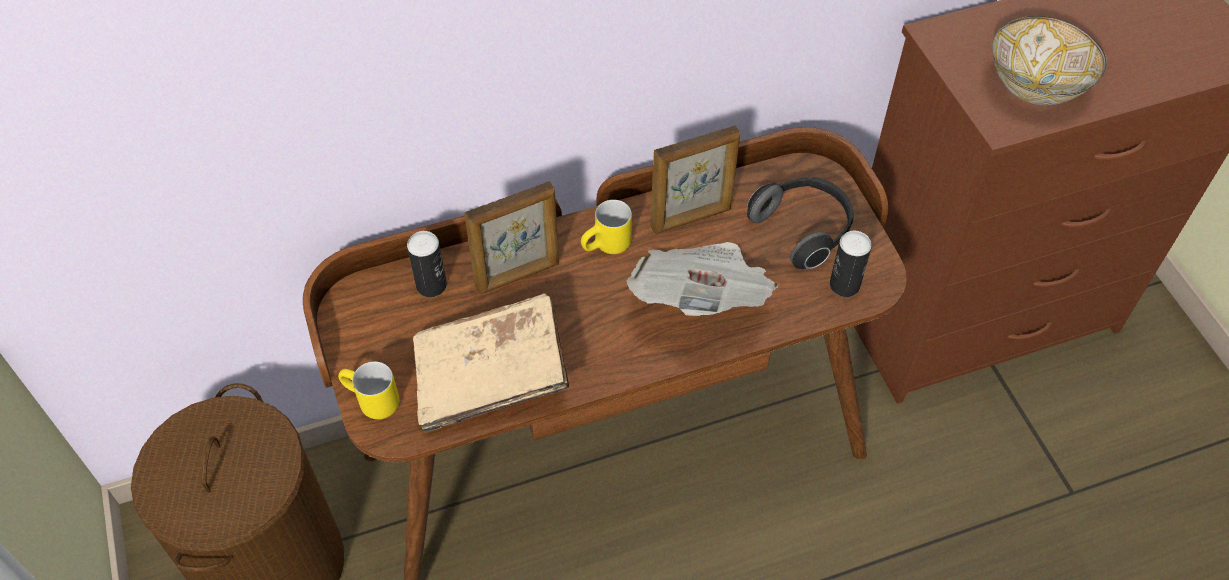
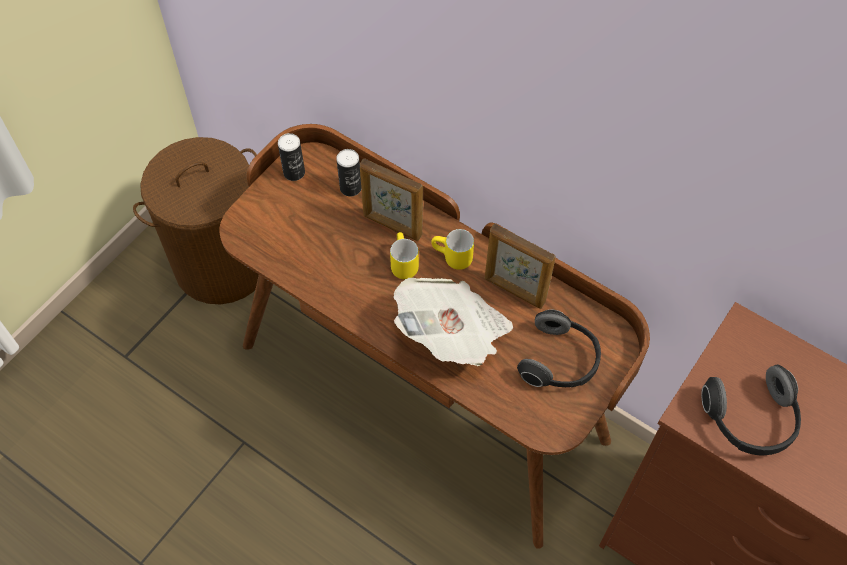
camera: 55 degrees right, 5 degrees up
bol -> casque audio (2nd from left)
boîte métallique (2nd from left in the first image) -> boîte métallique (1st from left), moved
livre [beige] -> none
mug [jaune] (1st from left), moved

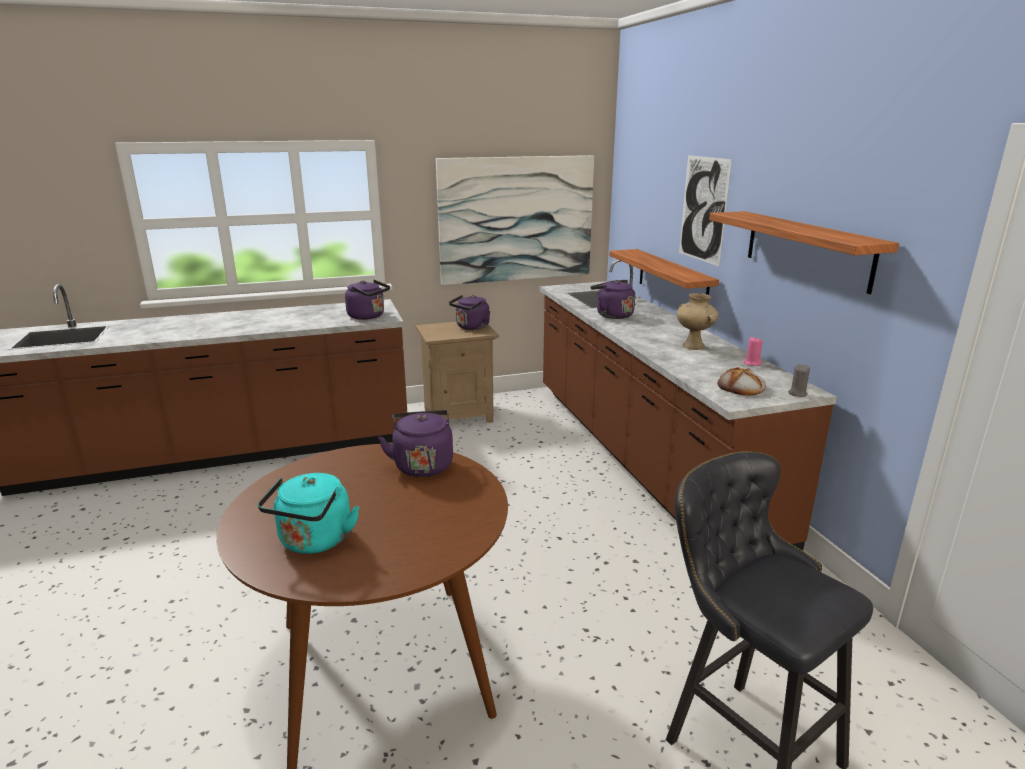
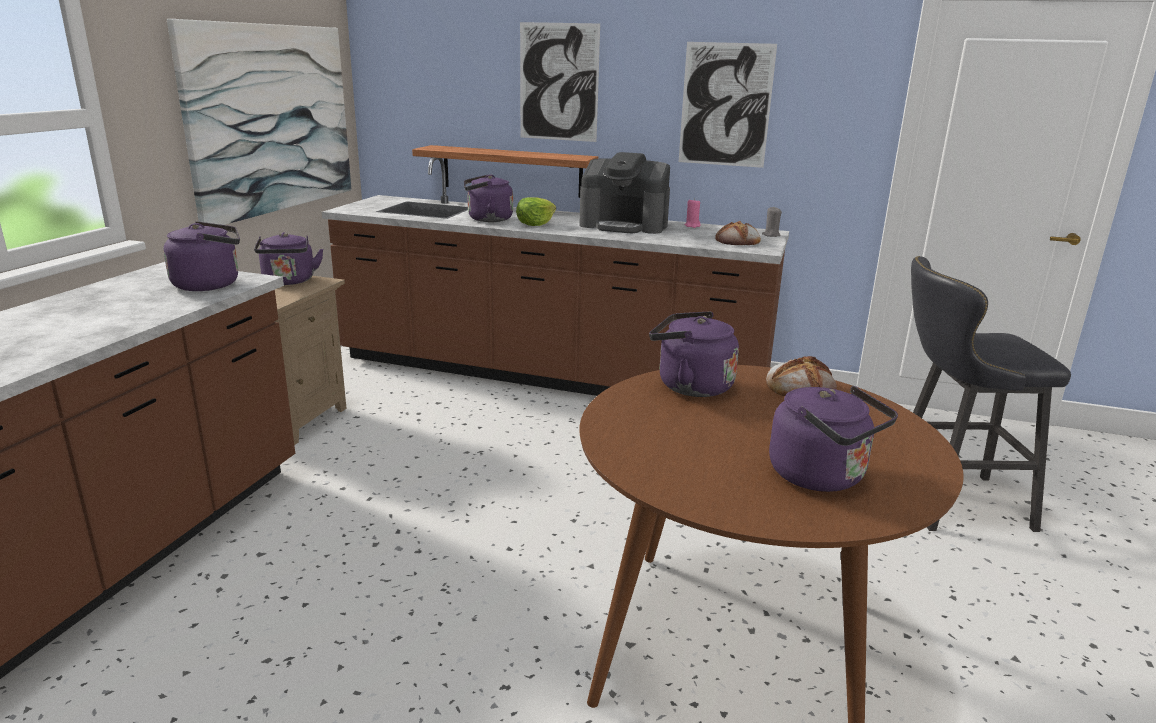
camera: 55 degrees left, 0 degrees up
étagère (2nd from left) -> tableau (3rd from left)
vase [beige] -> machine à café
bouilloire [turquoise] -> bouilloire [violet] (5th from left)
none -> laitue
none -> pain (2nd from left)

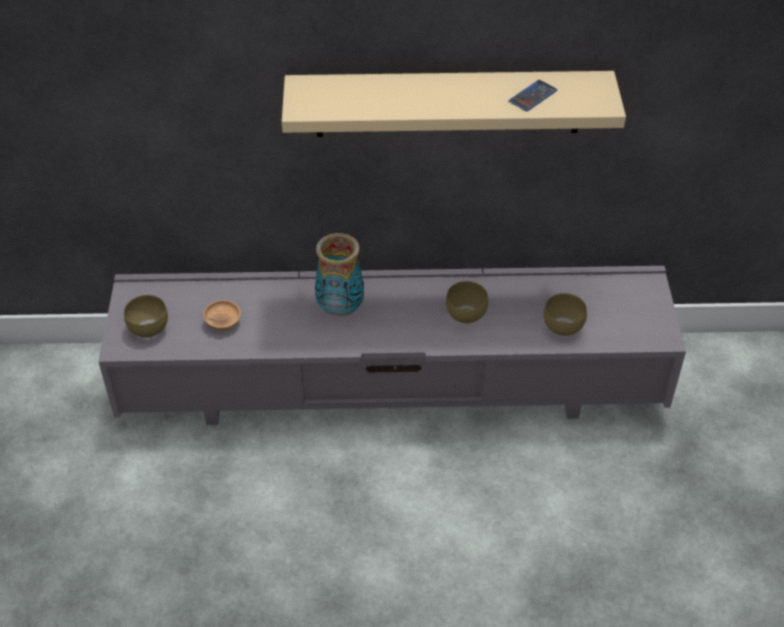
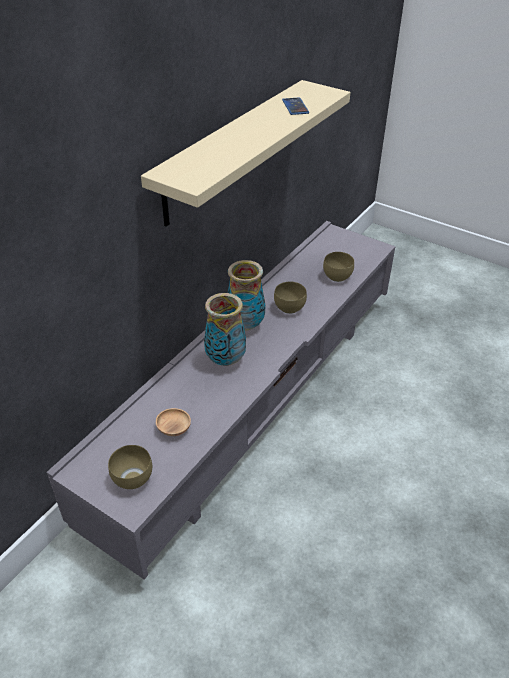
camera: 55 degrees left, 5 degrees down
none -> vase (2nd from left)

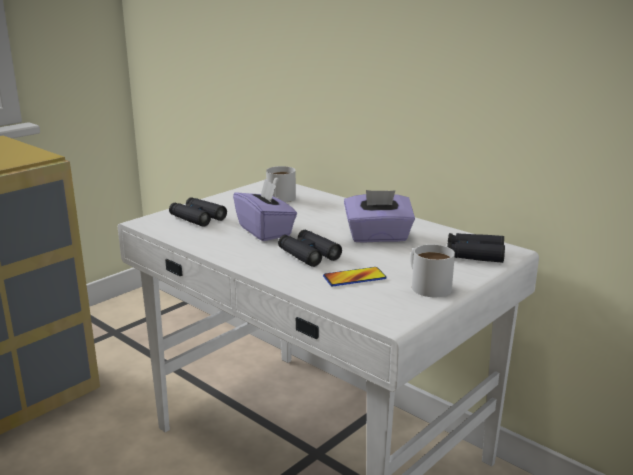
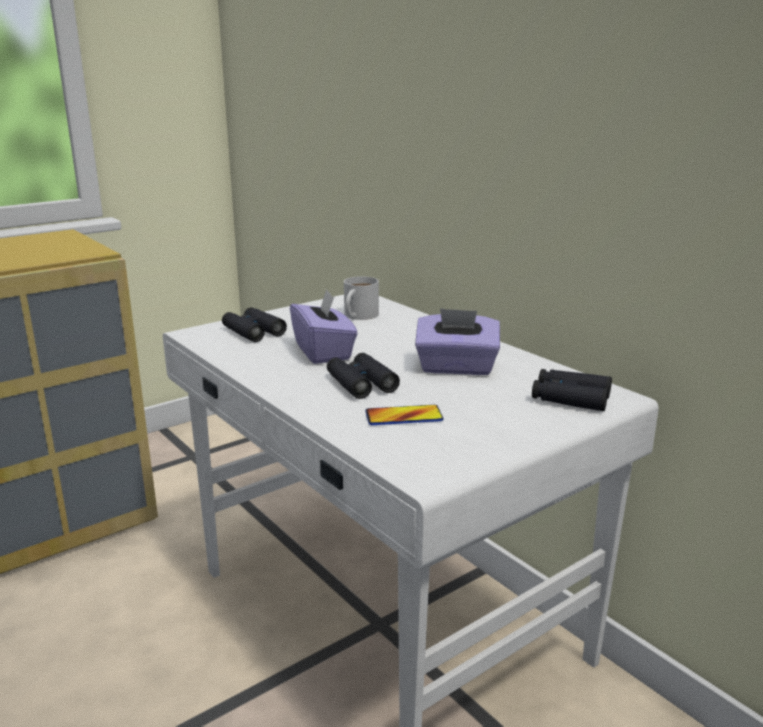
camera: 10 degrees right, 0 degrees up
mug [blanc] (2nd from left) -> none

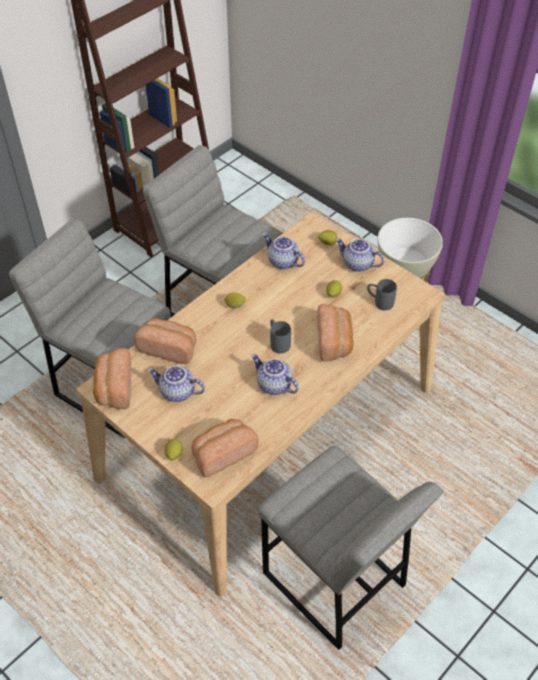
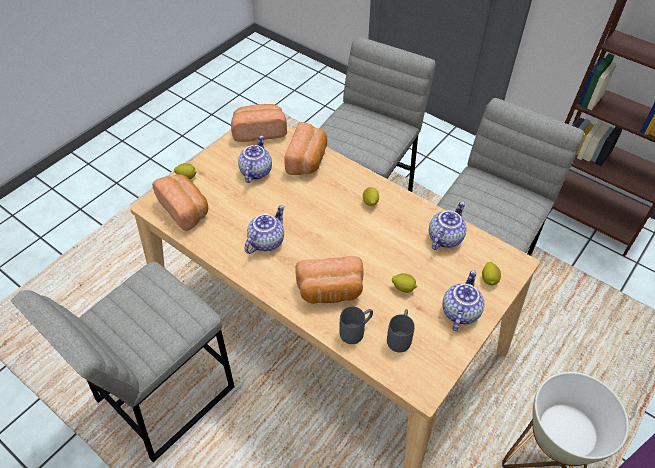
camera: 85 degrees right, 0 degrees up
mug [gris] (1st from left), moved

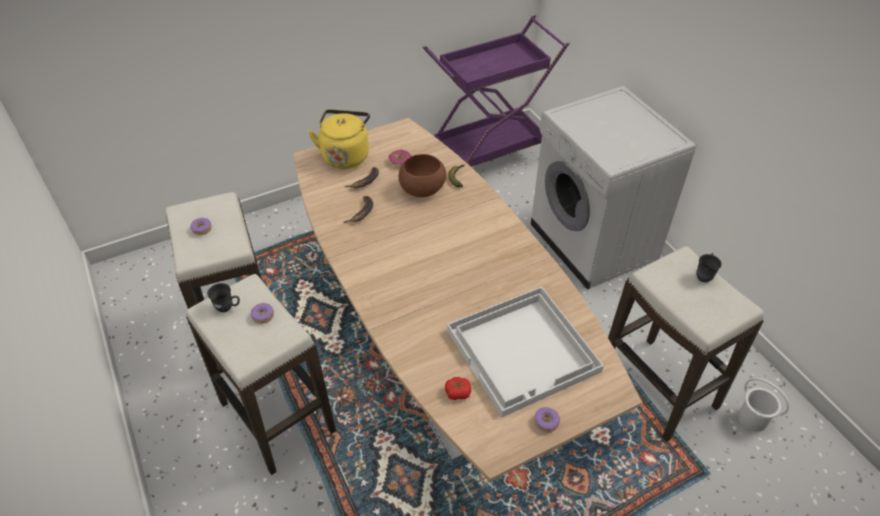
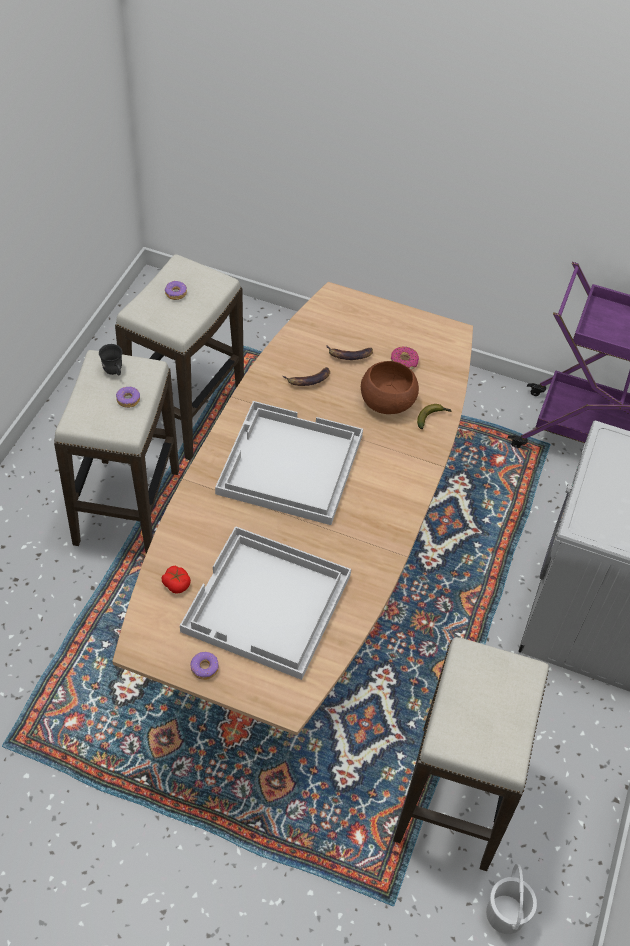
camera: 45 degrees right, 5 degrees up
bouilloire [jaune] -> none
mug [gris] (2nd from left) -> none
none -> plateau [blanc] (2nd from left)

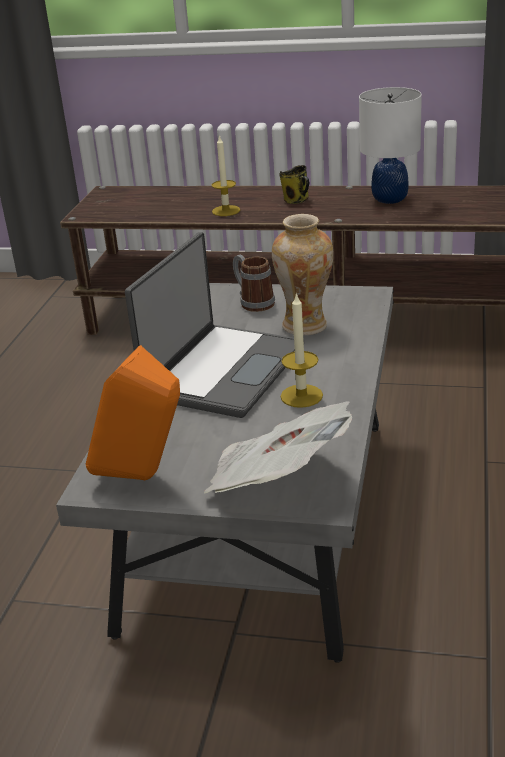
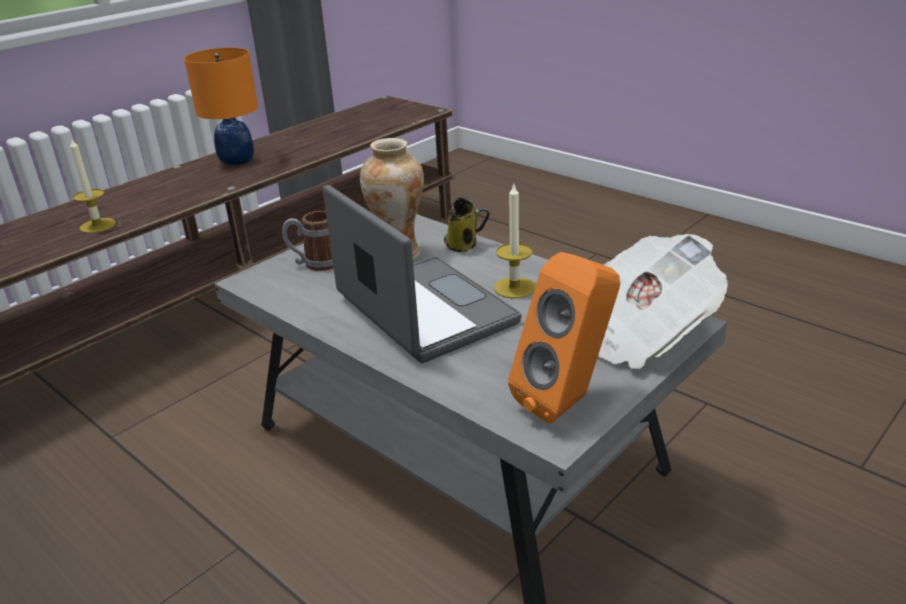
camera: 60 degrees left, 0 degrees up
lampe de table [blanc] -> lampe de table [orange]
mug (2nd from left), moved

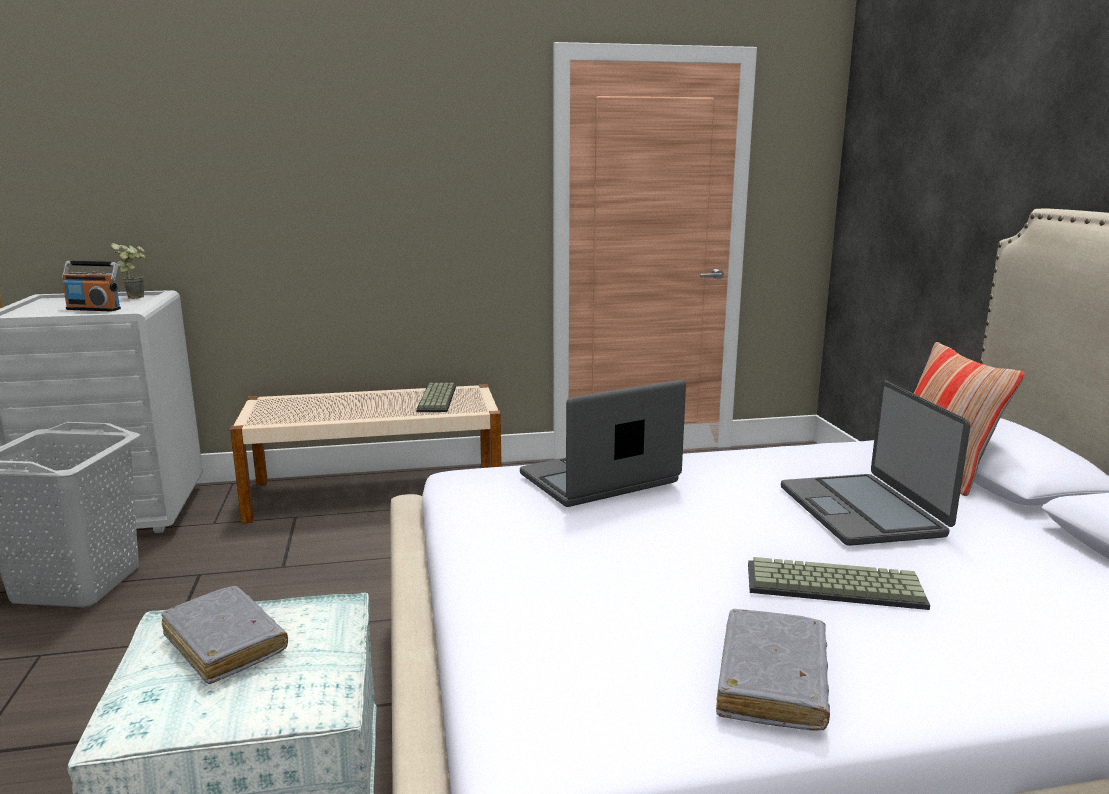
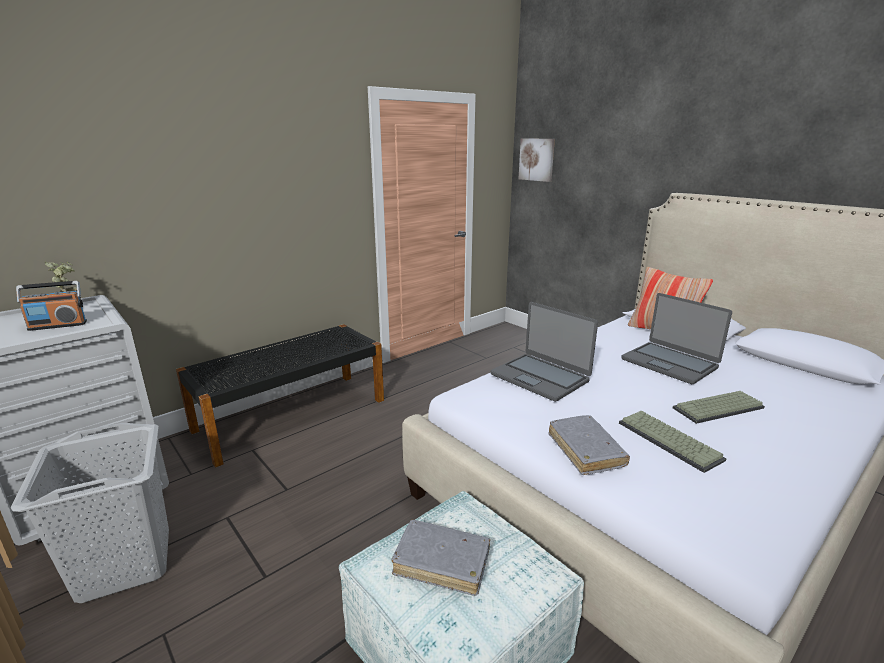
camera: 30 degrees left, 5 degrees up
ordinateur portable (1st from left), 75 degrees counterclockwise
clavier (1st from left), moved
banc [beige] -> banc [noir]
livre [gris] (2nd from left), moved
none -> tableau

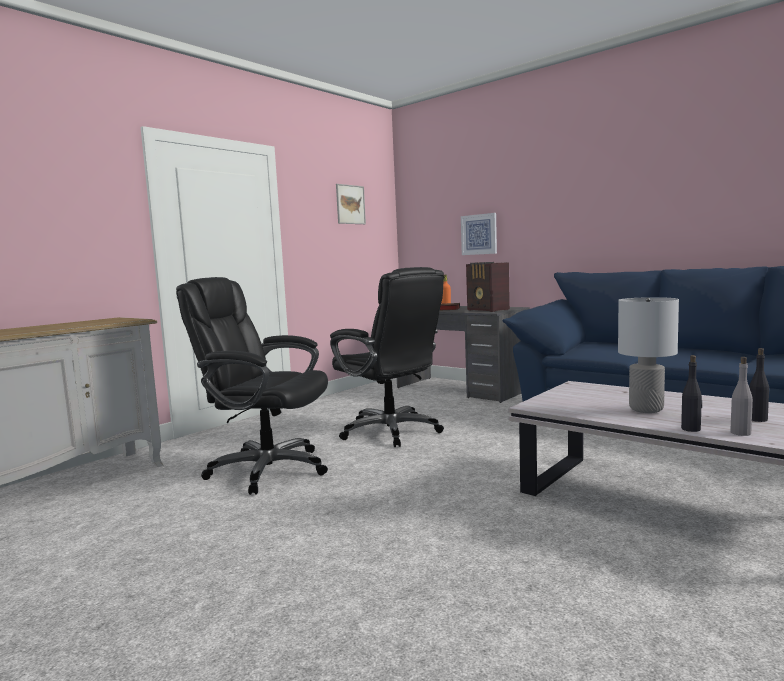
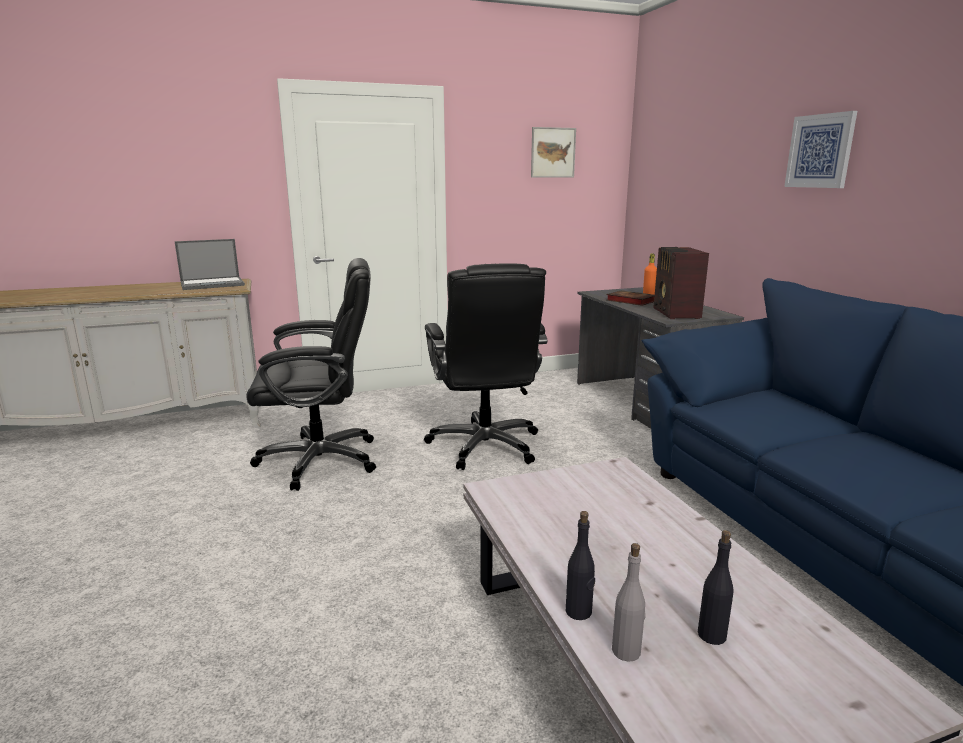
camera: 30 degrees right, 10 degrees up
tableau (2nd from left), moved
chaise de bureau [noir] (1st from left), 120 degrees clockwise
lampe de table [gris] -> none
none -> ordinateur portable

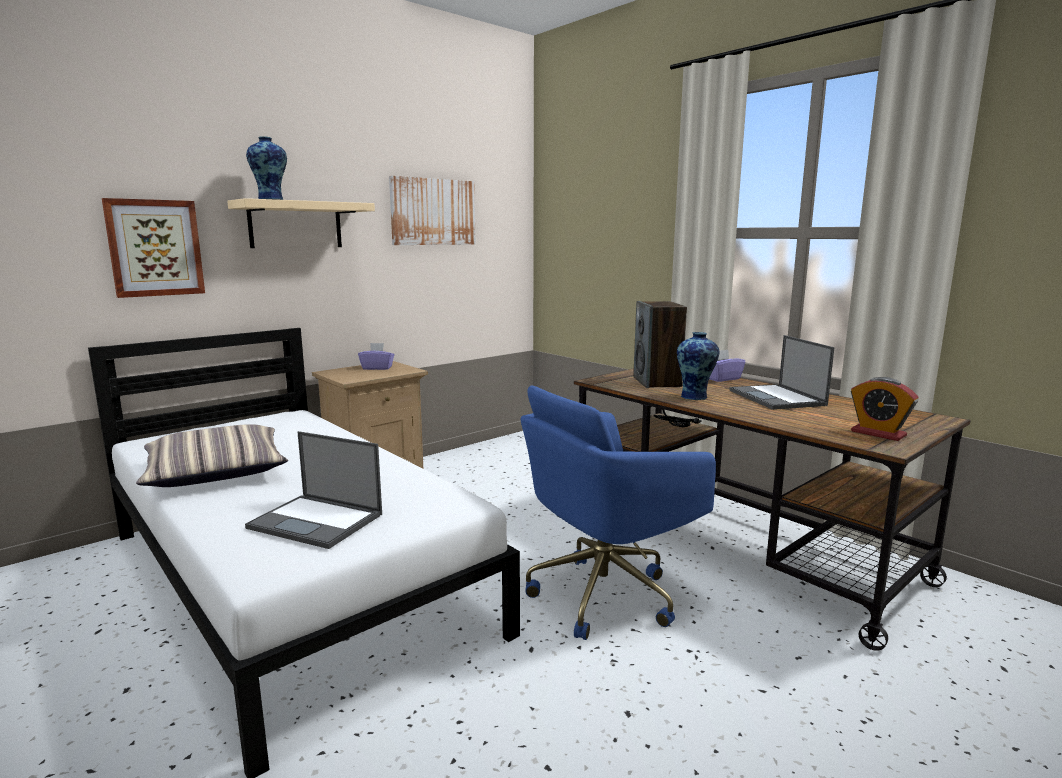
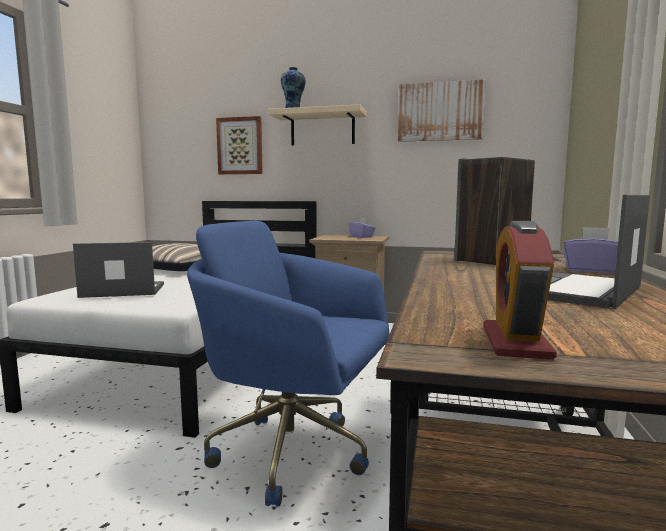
camera: 55 degrees right, 5 degrees down
vase (2nd from left) -> none
ordinateur portable (1st from left), 90 degrees clockwise

